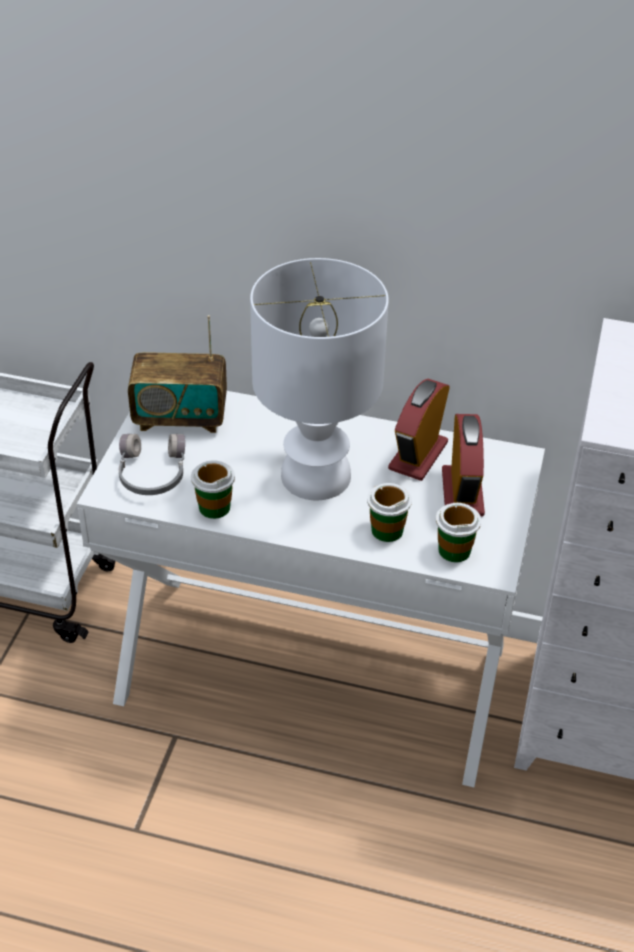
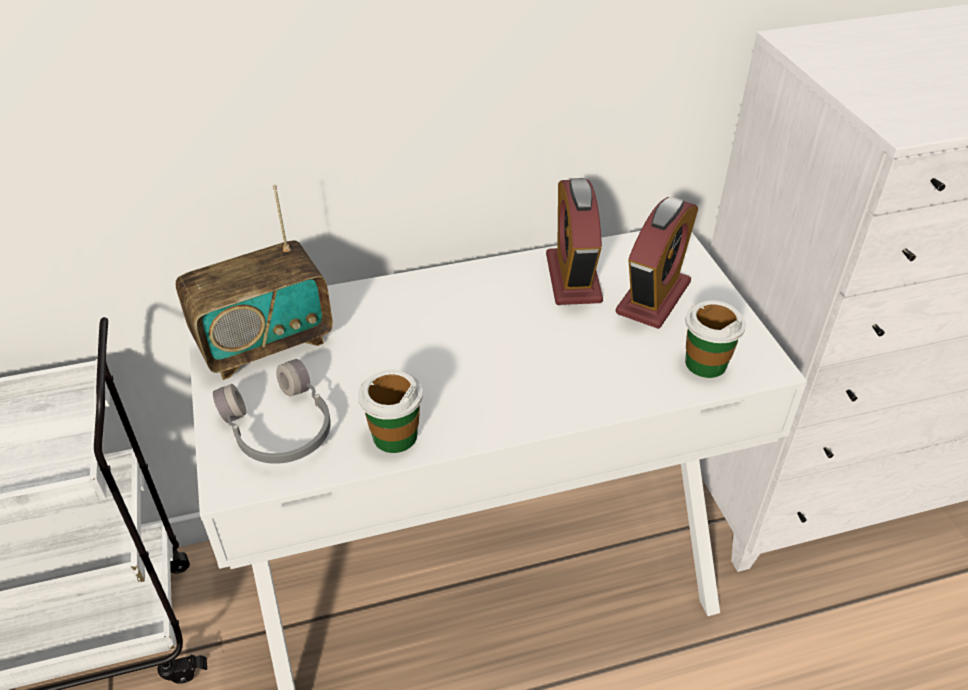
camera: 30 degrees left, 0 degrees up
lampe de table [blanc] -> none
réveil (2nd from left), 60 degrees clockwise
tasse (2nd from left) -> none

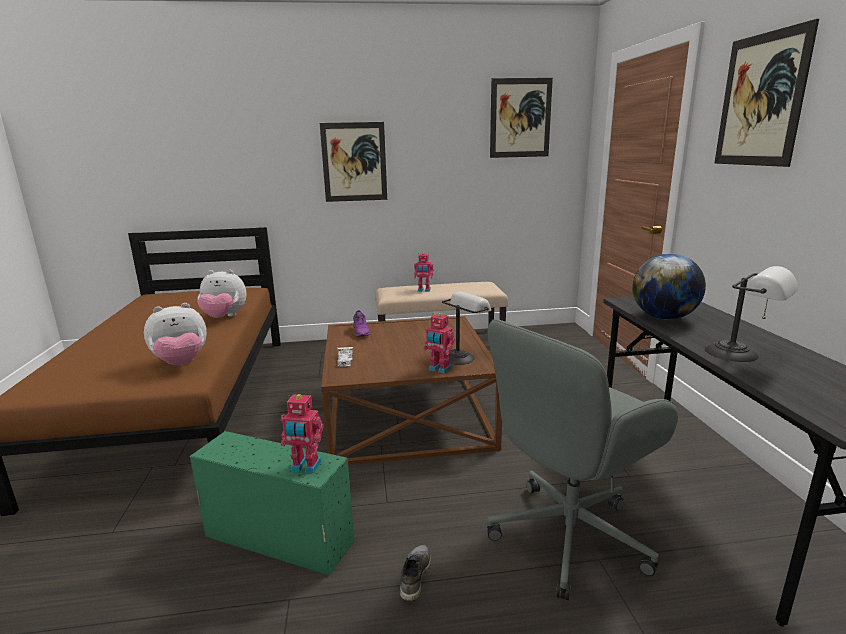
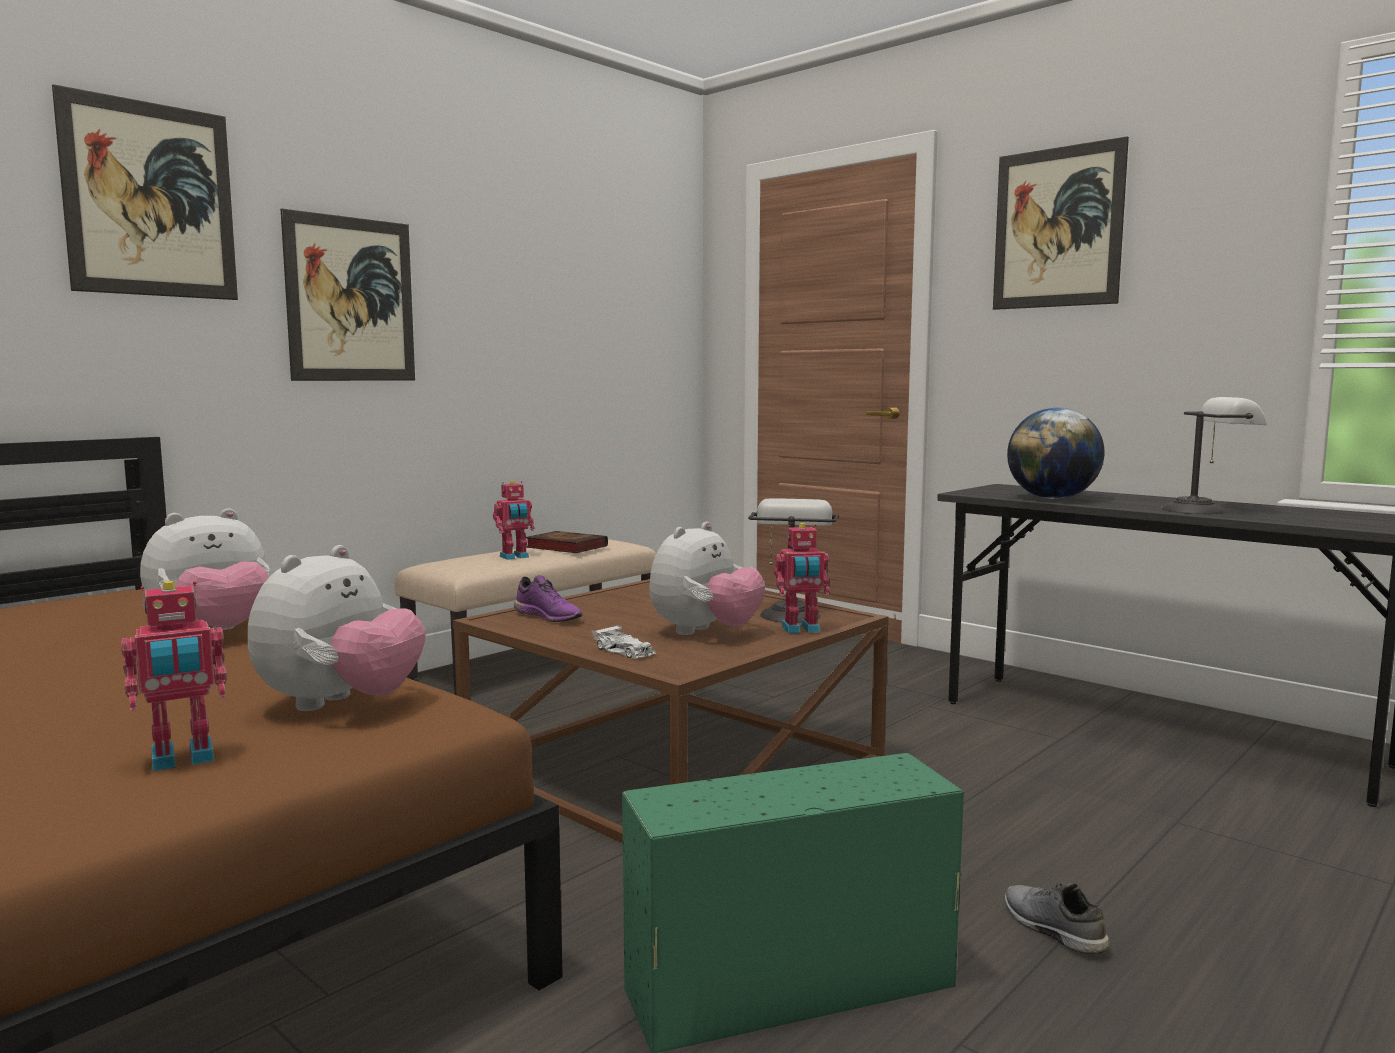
camera: 40 degrees left, 10 degrees down
tableau (2nd from left in the first image) -> tableau (1st from left), moved
chaise de bureau [gris] -> none
robot jouet (1st from left), moved
none -> peluche (3rd from left)
none -> livre

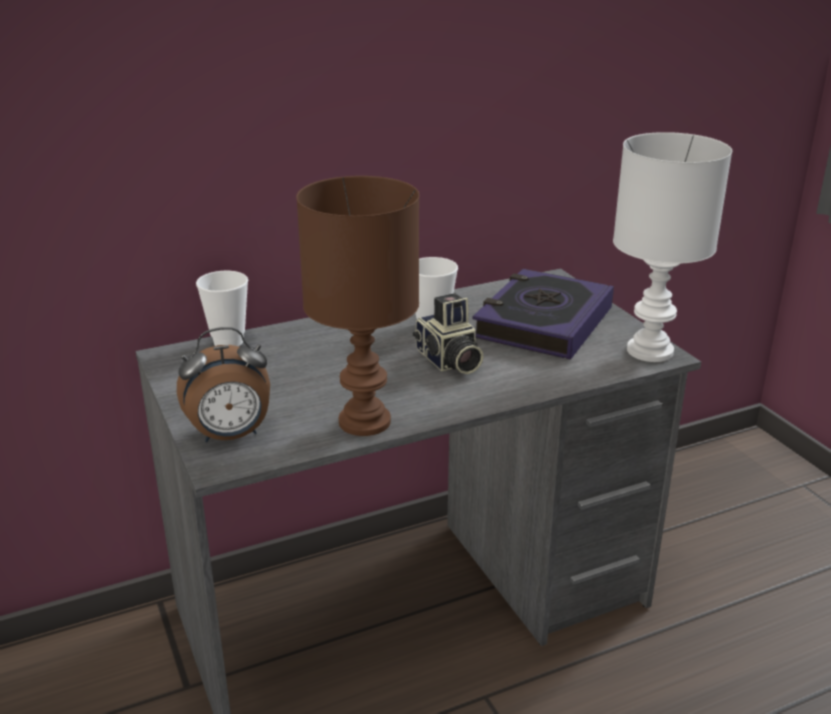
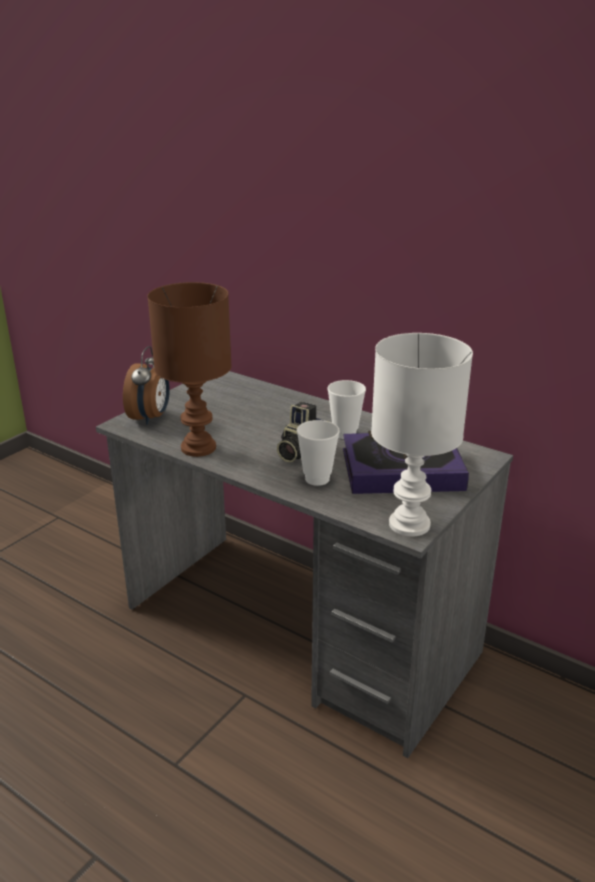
camera: 60 degrees right, 0 degrees up
tasse (1st from left), moved
réveil, 120 degrees counterclockwise

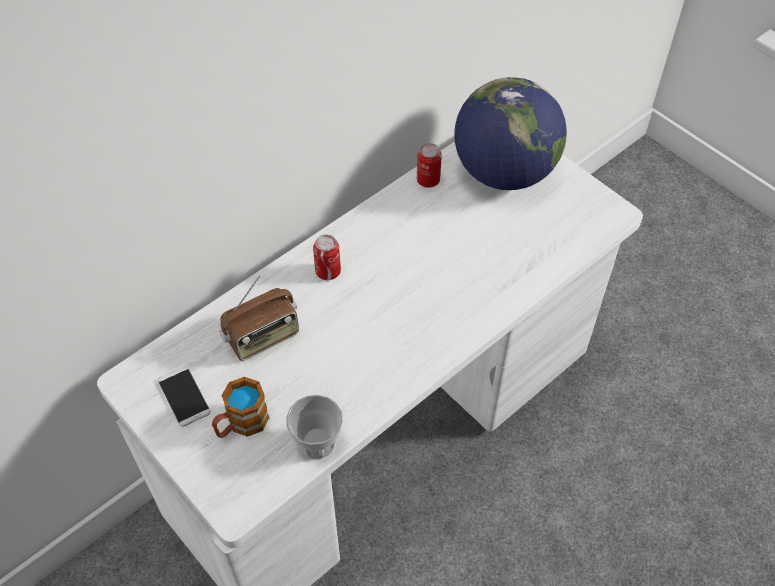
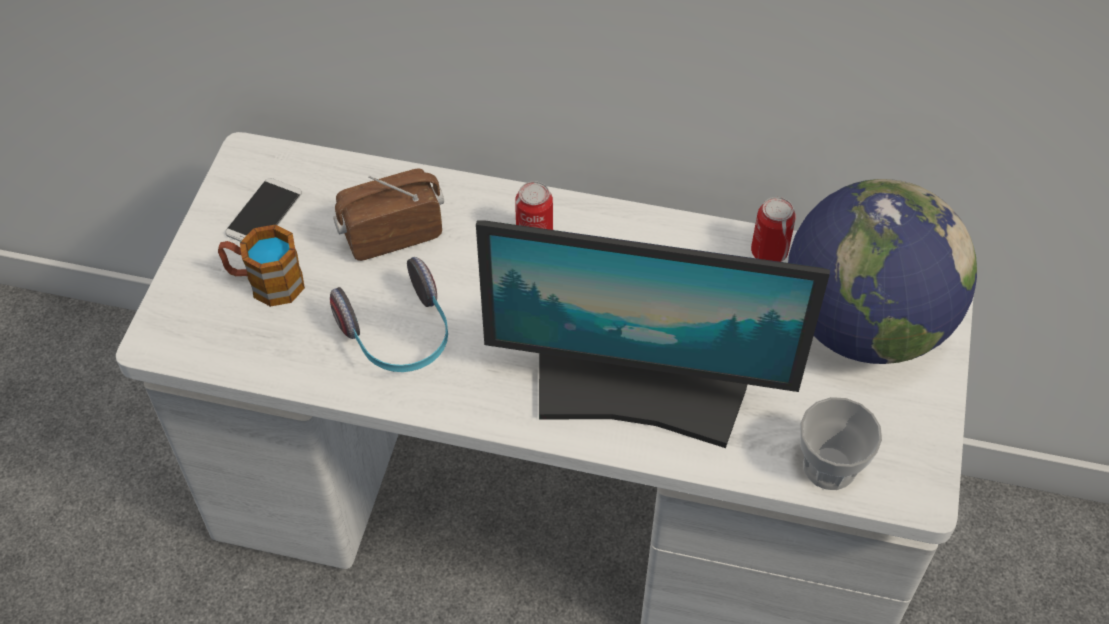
camera: 55 degrees right, 0 degrees up
radio, 135 degrees clockwise
tasse, moved
none -> écran d'ordinateur
none -> casque audio

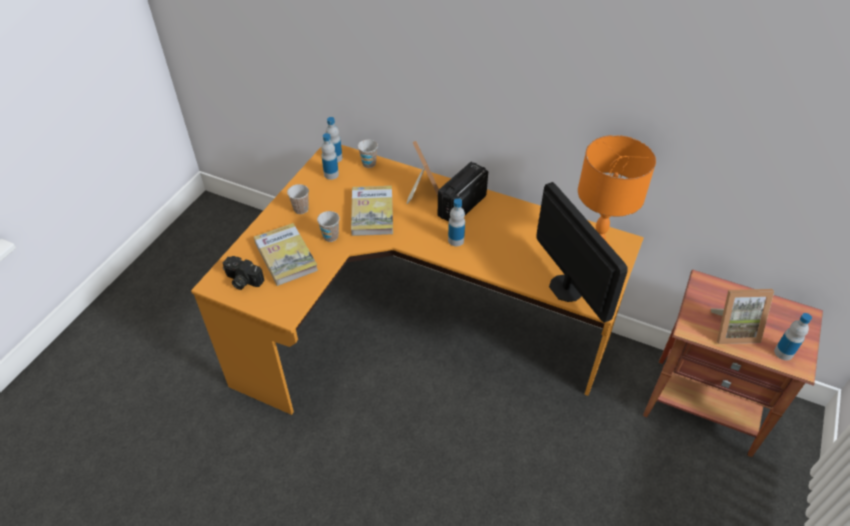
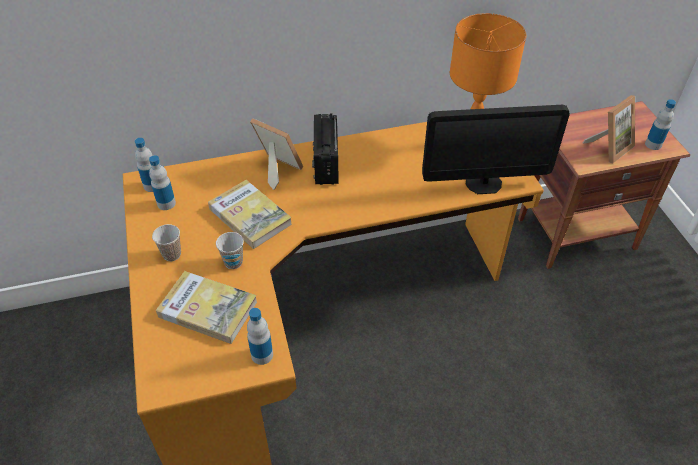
camera: 40 degrees left, 0 degrees up
tasse (3rd from left) -> none
écran d'ordinateur, 150 degrees clockwise
bouteille (3rd from left), moved
appareil photo -> none

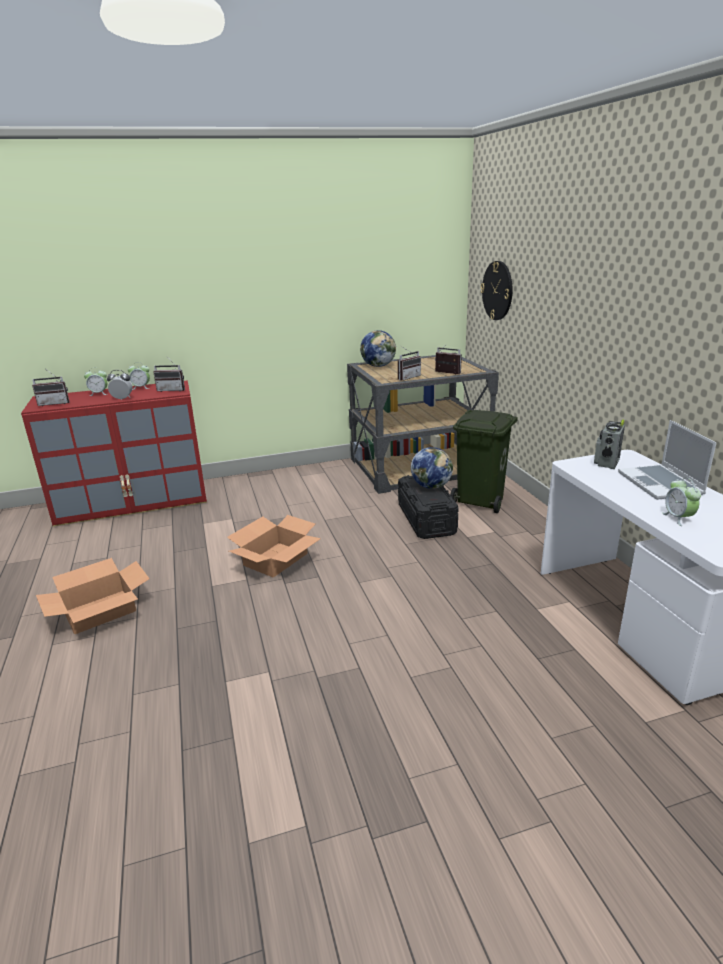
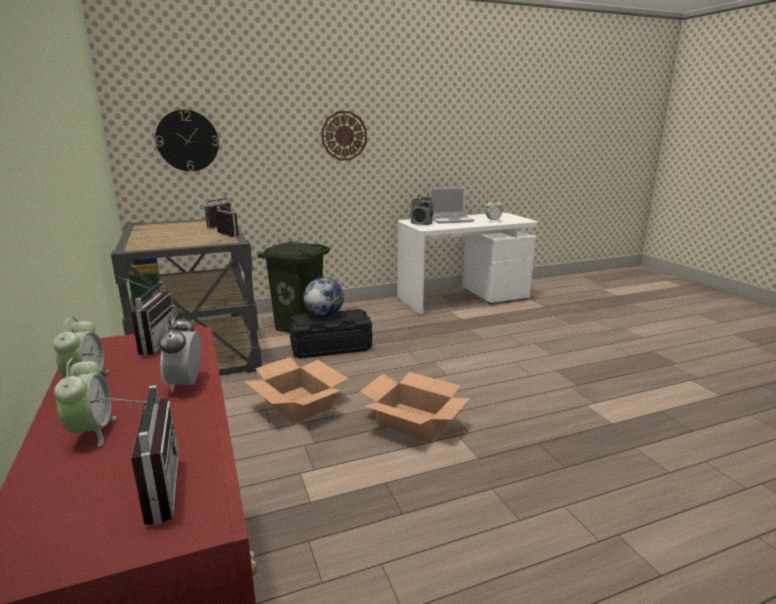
camera: 95 degrees left, 5 degrees down
globe (1st from left) -> none
carton (1st from left), moved
none -> horloge murale (2nd from left)

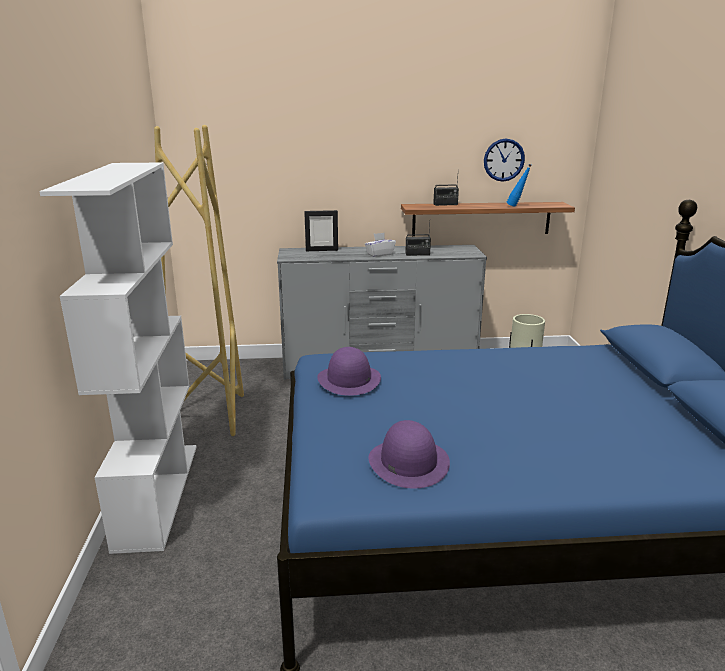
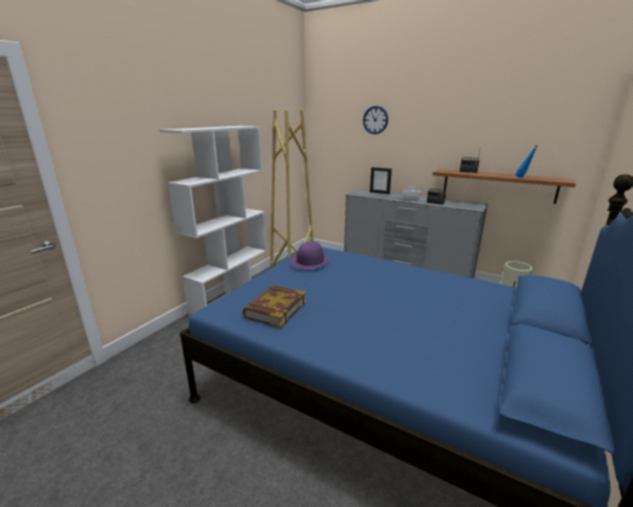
camera: 35 degrees right, 0 degrees up
horloge murale, moved
chapeau [violet] (2nd from left) -> livre

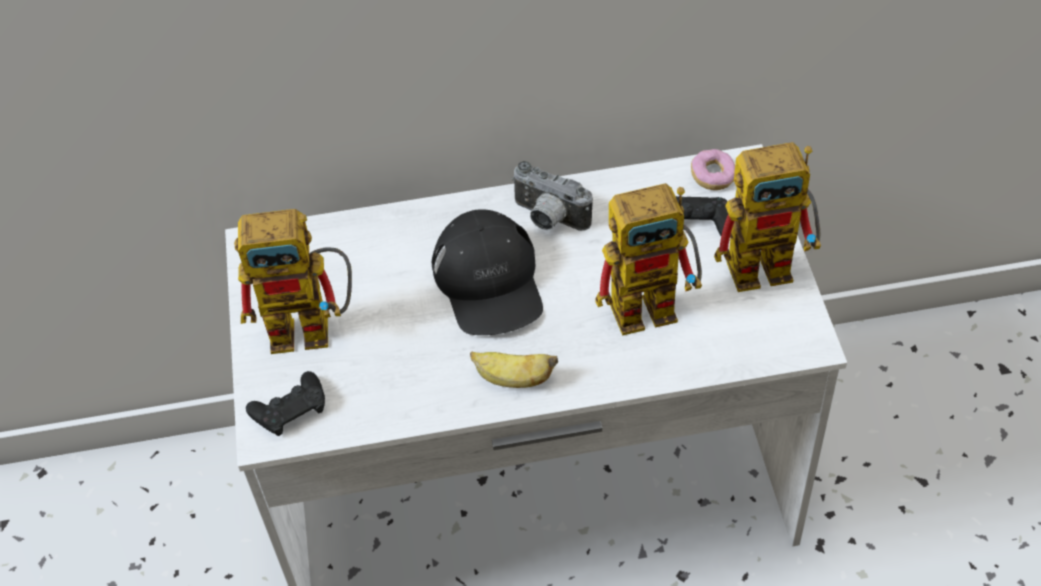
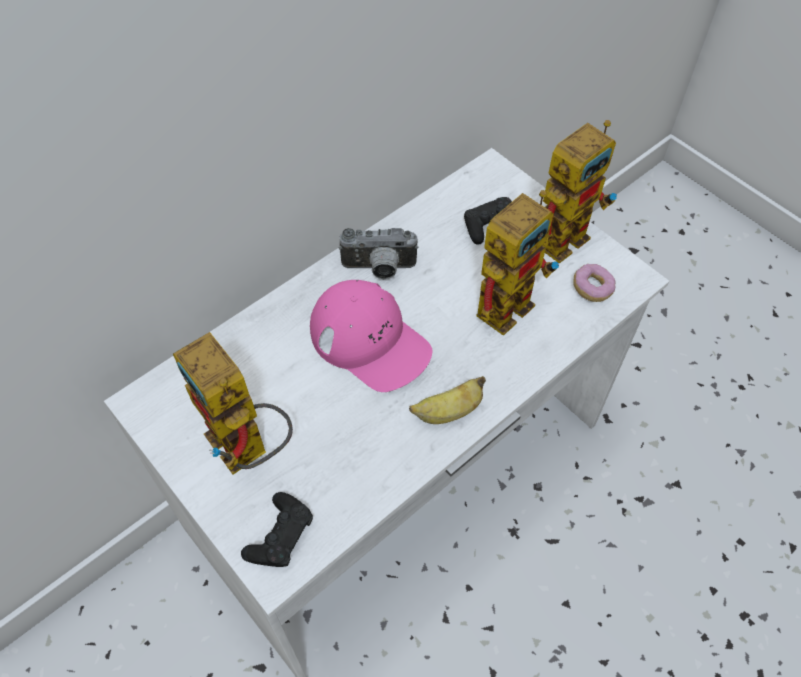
camera: 35 degrees left, 5 degrees up
beignet, moved
robot jouet (1st from left), 90 degrees clockwise
casquette [noir] -> casquette [rose]

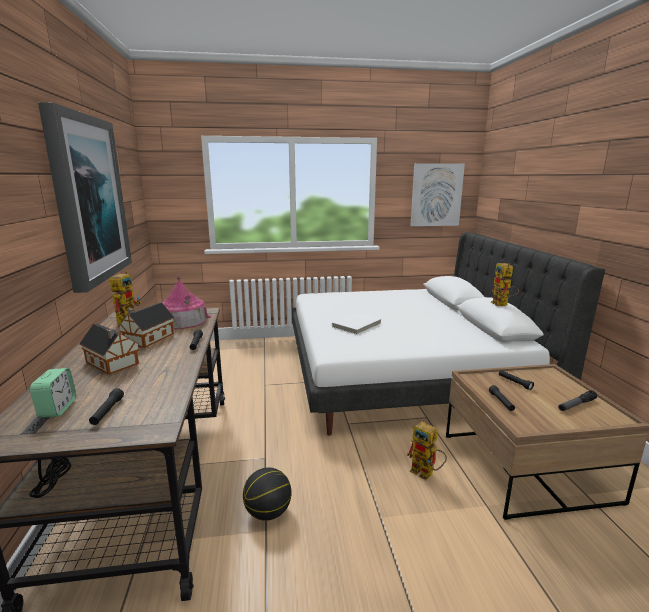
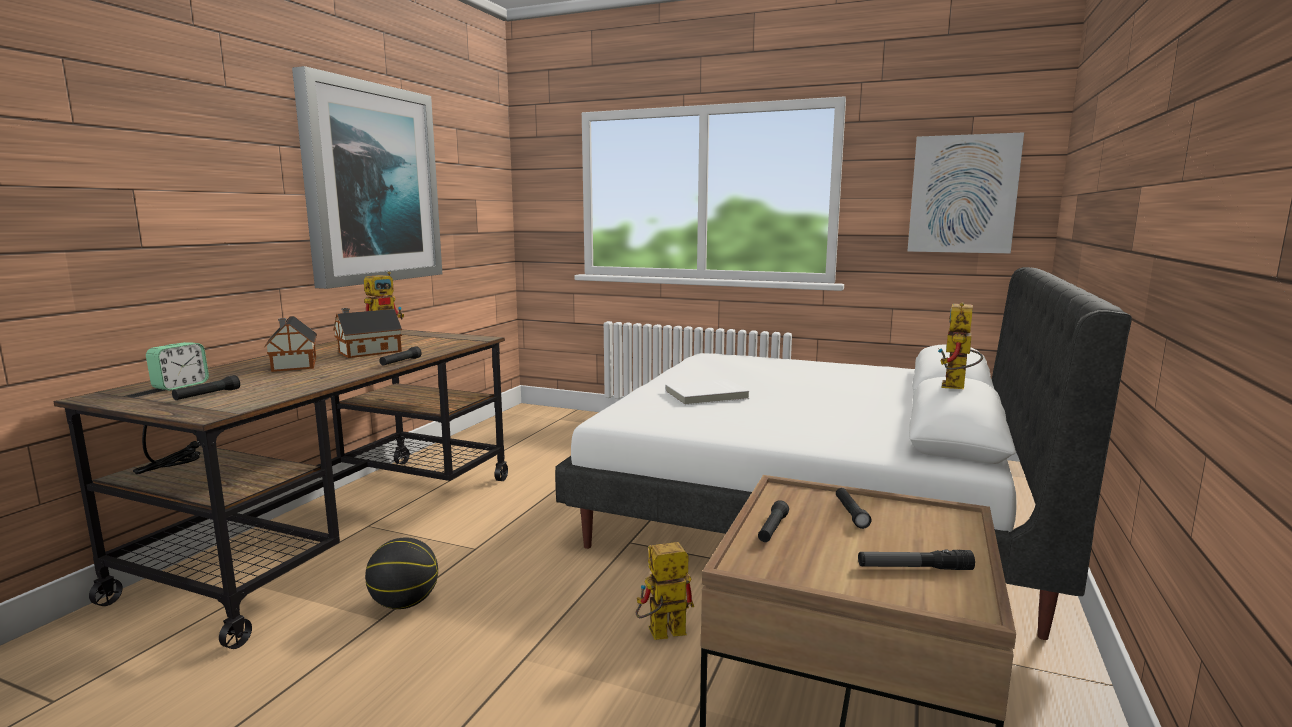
camera: 30 degrees right, 5 degrees down
maison miniature (3rd from left) -> none
robot jouet (2nd from left), 90 degrees clockwise

